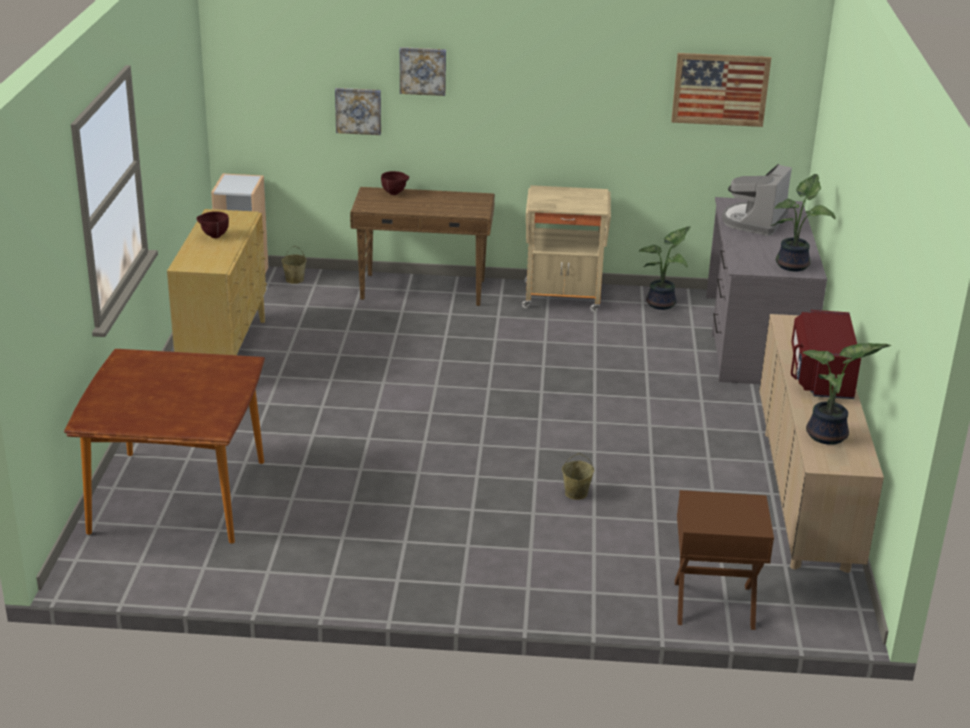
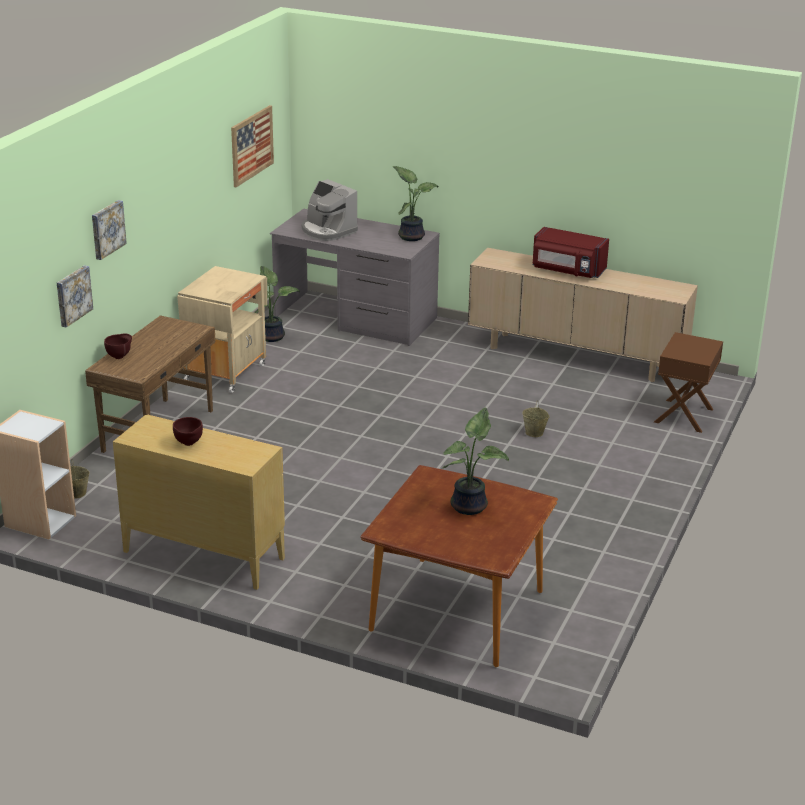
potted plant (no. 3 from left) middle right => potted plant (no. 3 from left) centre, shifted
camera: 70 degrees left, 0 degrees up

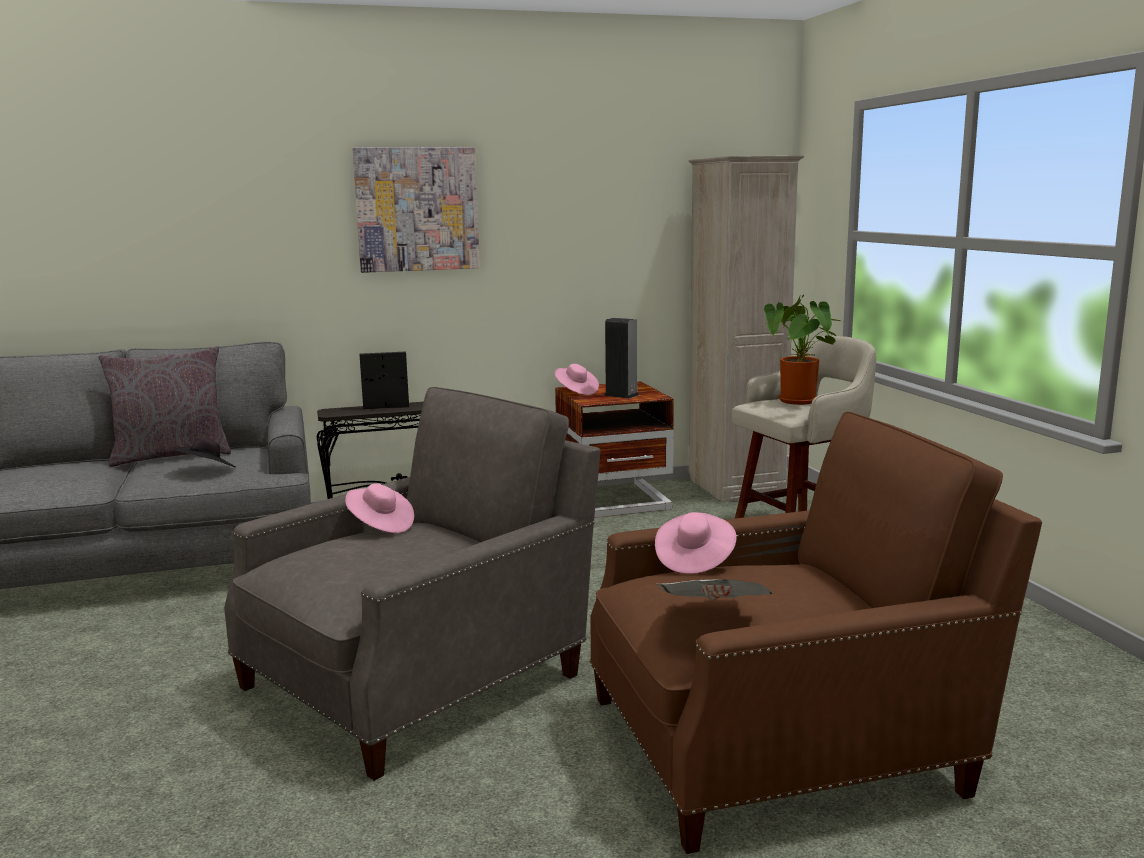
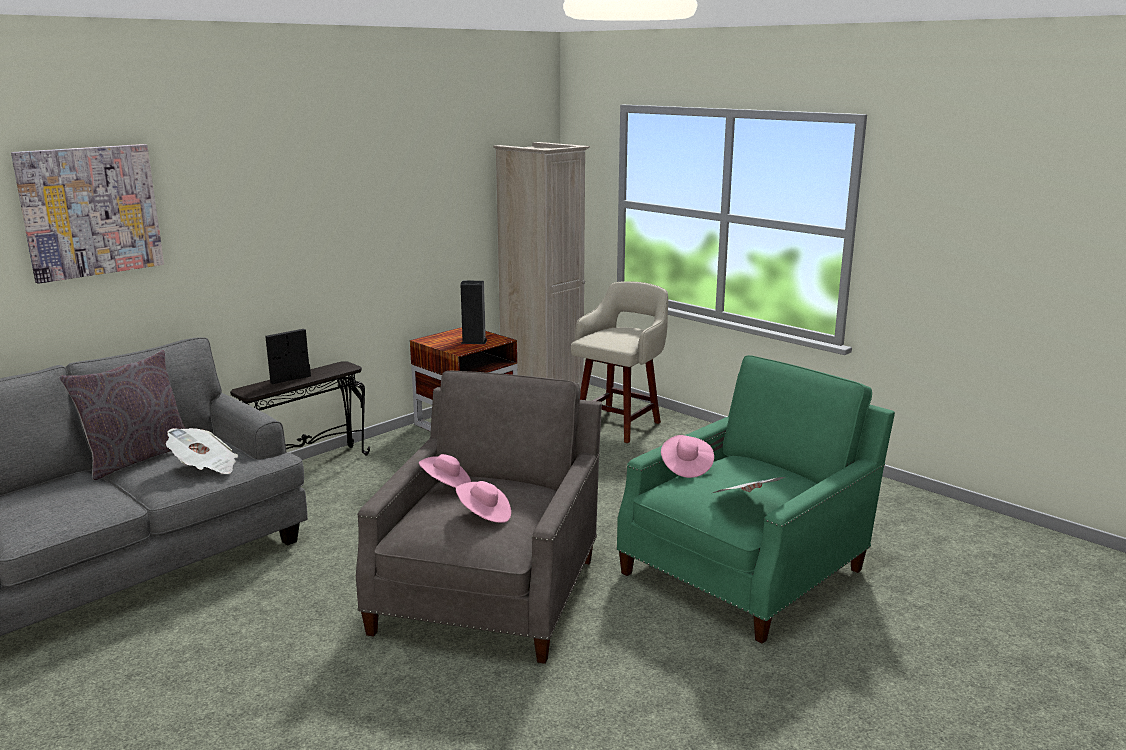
potted plant middle right => nothing
picture top centre => picture top left, shifted
hat in pink (no. 2 from left) centre => hat in pink (no. 2 from left) bottom centre, shifted
hat in black middle left => newspaper (no. 1 from left) middle left
armchair in brown bottom right => armchair in green middle right
camera: 30 degrees left, 5 degrees up

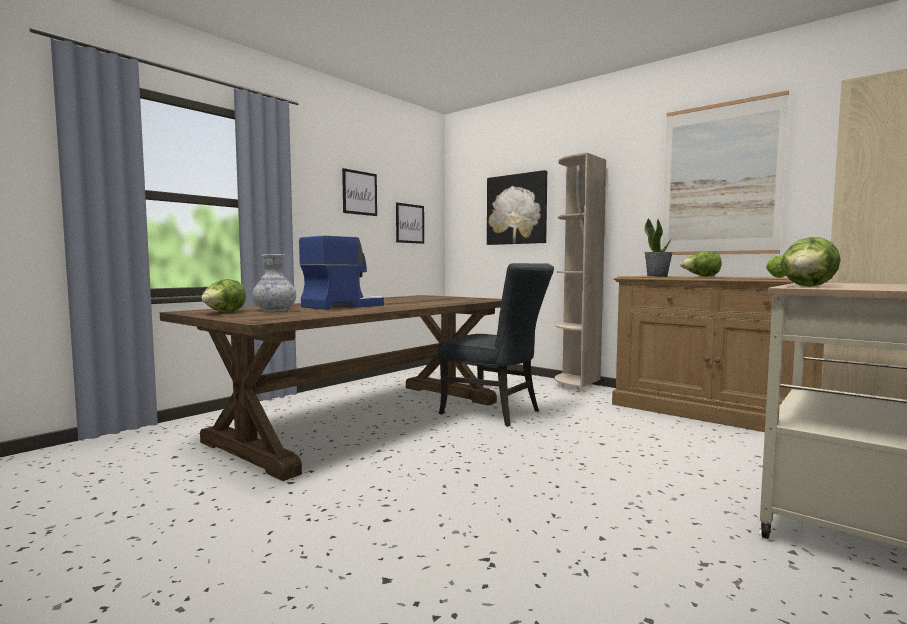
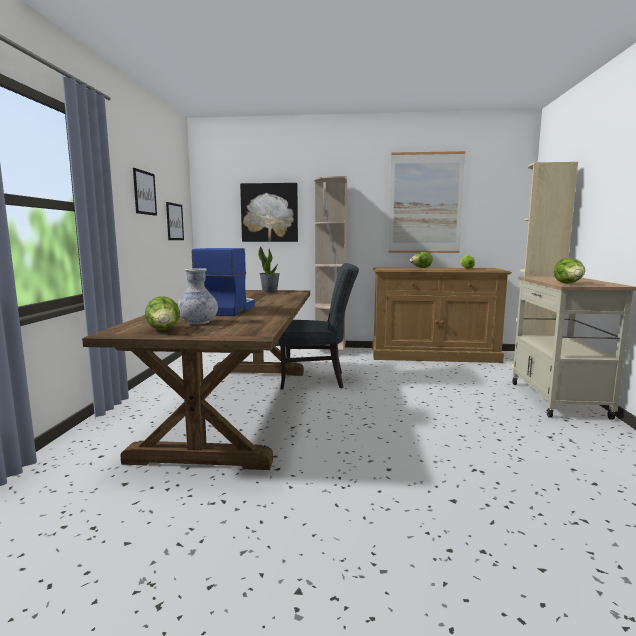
potted plant middle right => potted plant centre, shifted
camera: 35 degrees left, 5 degrees up

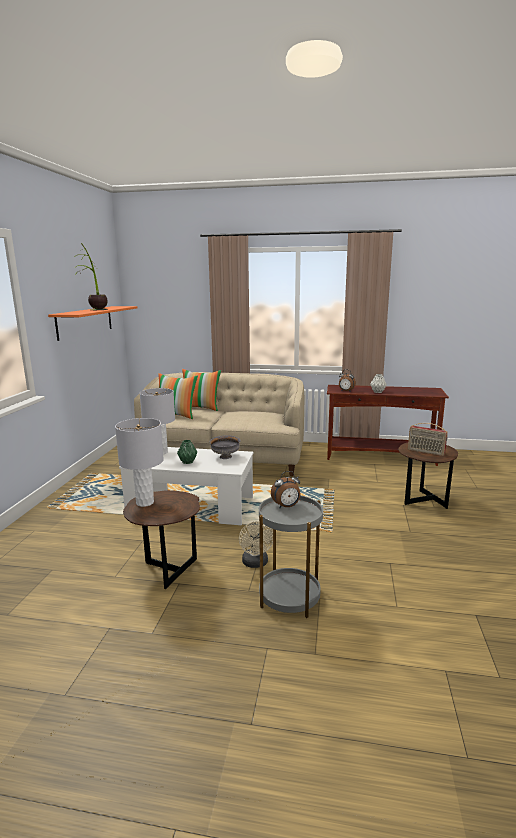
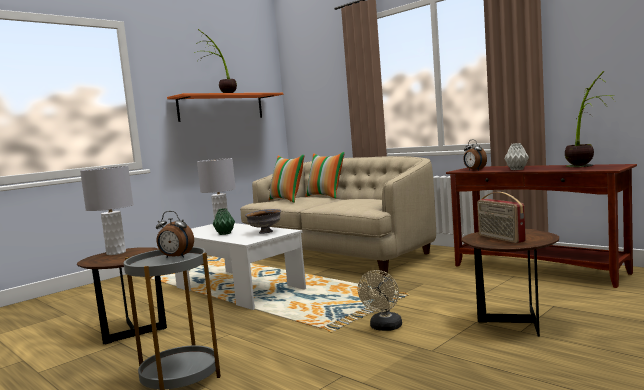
nothing => potted plant (no. 2 from left) top right
fan in beige centre => fan in beige bottom centre, shifted
camera: 35 degrees right, 10 degrees down

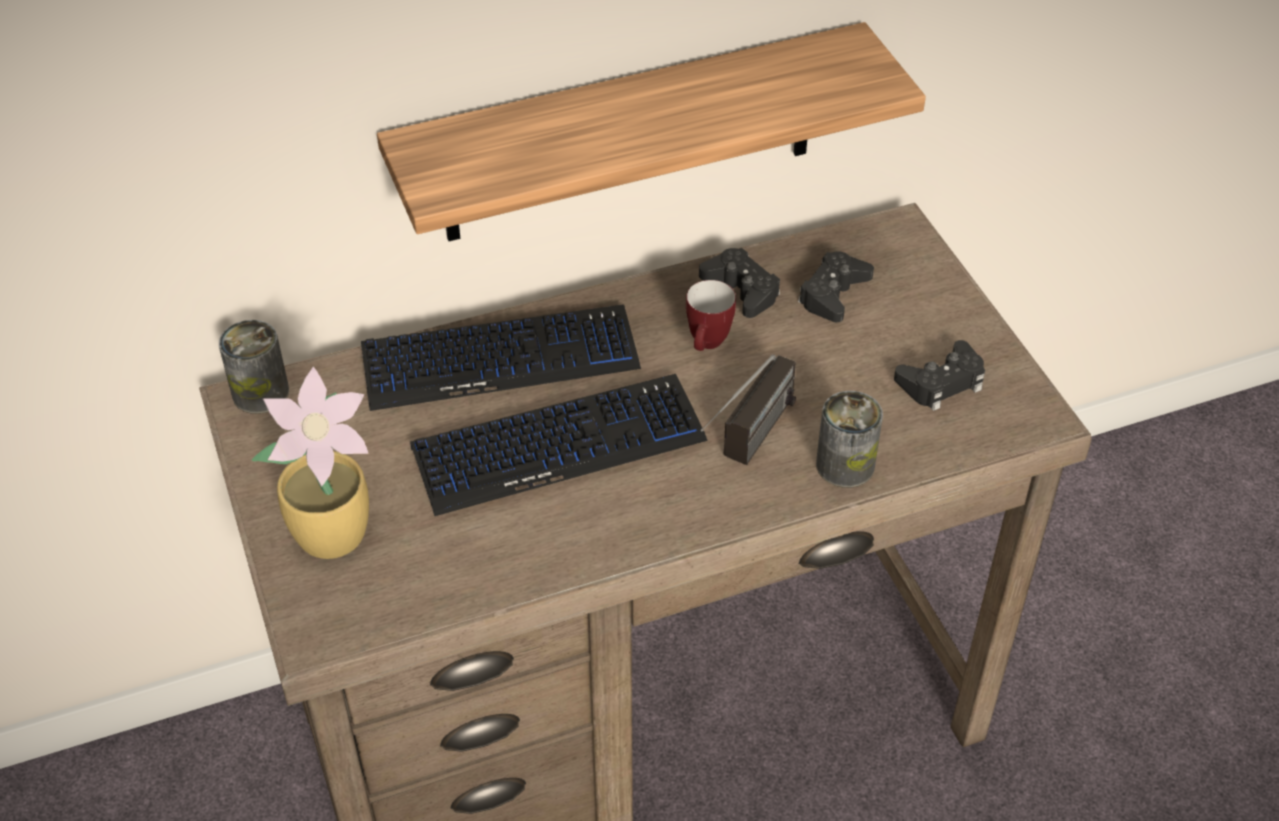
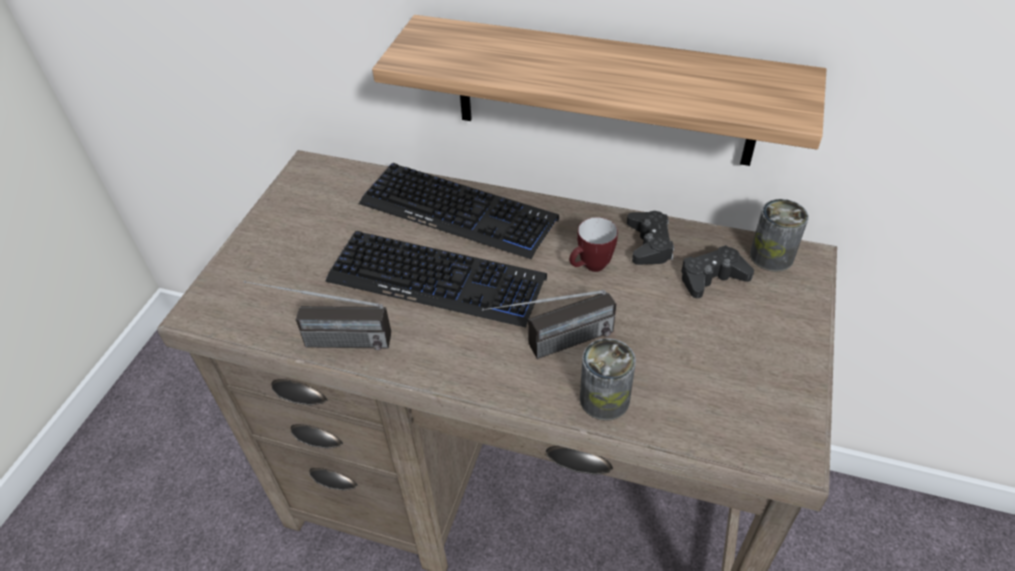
potted plant middle left => nothing
game controller in black (no. 3 from left) middle right => nothing
nothing => radio (no. 1 from left) middle left
can (no. 1 from left in the first image) middle left => can (no. 2 from left) middle right, shifted
camera: 40 degrees right, 0 degrees up

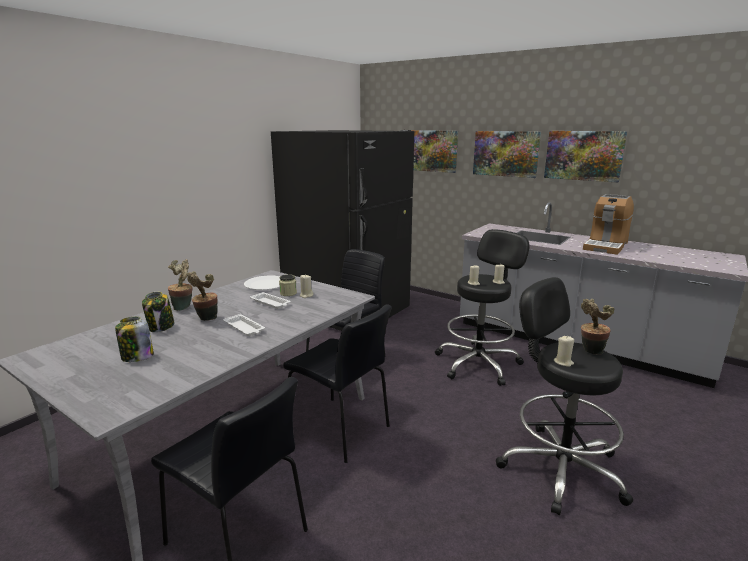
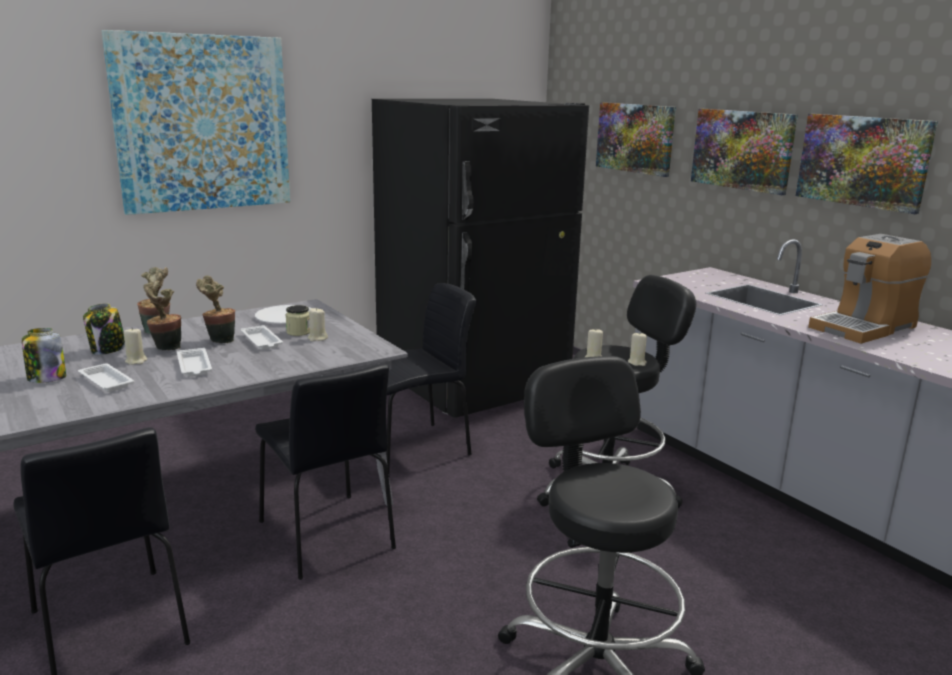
nothing => tray in white (no. 1 from left) middle left
nothing => picture (no. 1 from left) top left
candle in beige (no. 4 from left in the first image) middle right => candle in beige (no. 1 from left) middle left, shifted
potted plant (no. 3 from left) middle right => potted plant (no. 3 from left) middle left, shifted
camera: 20 degrees right, 0 degrees up

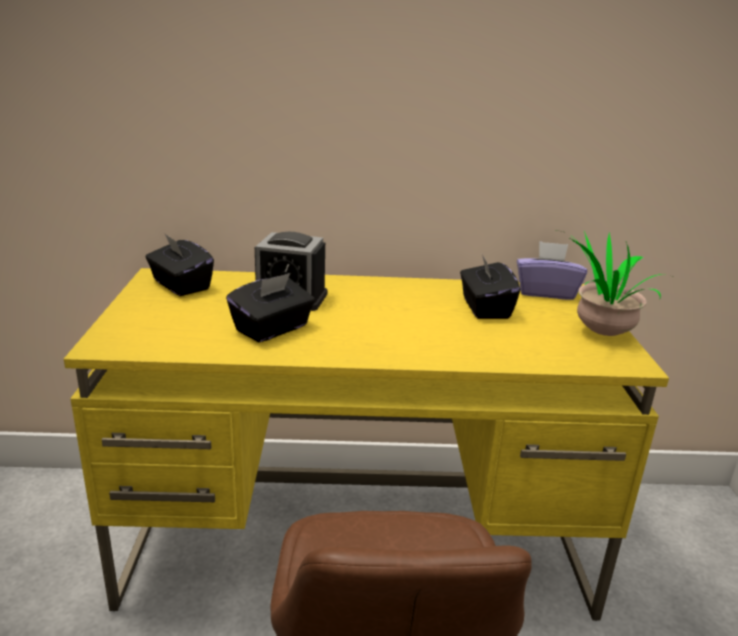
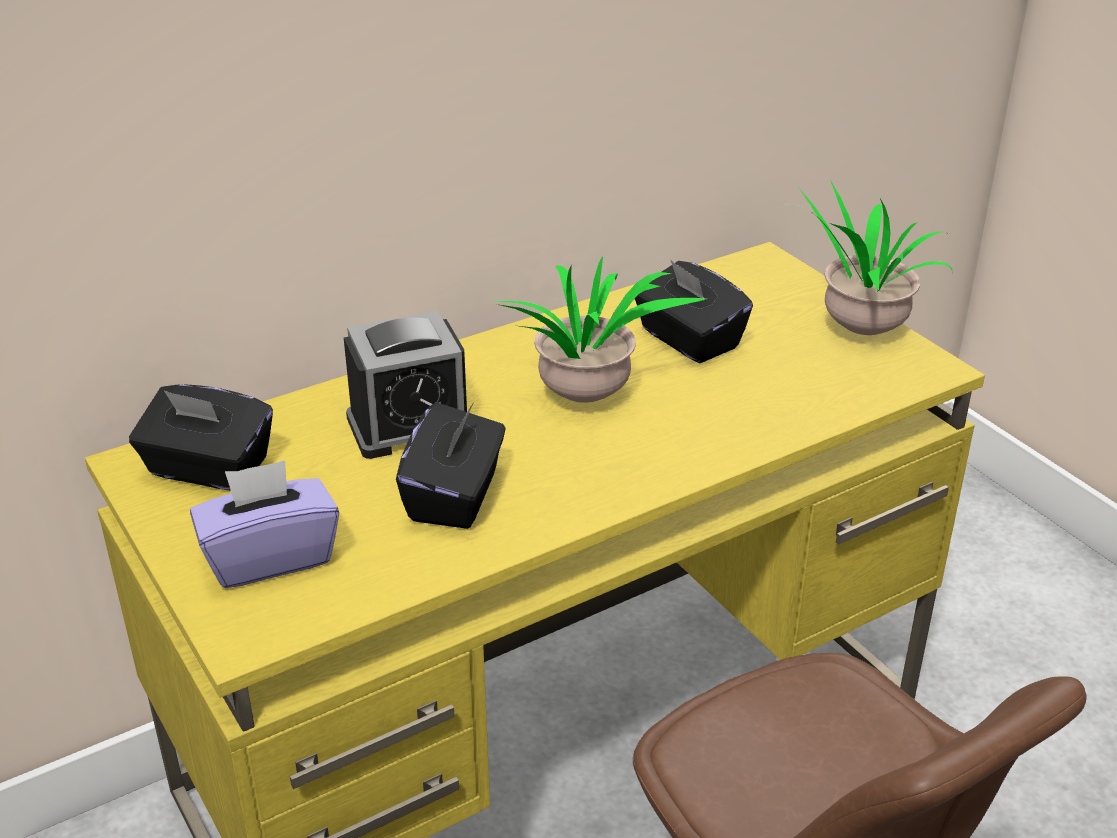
nothing => potted plant (no. 1 from left) centre
tissue box in purple middle right => tissue box in purple middle left, shifted
camera: 30 degrees left, 10 degrees up

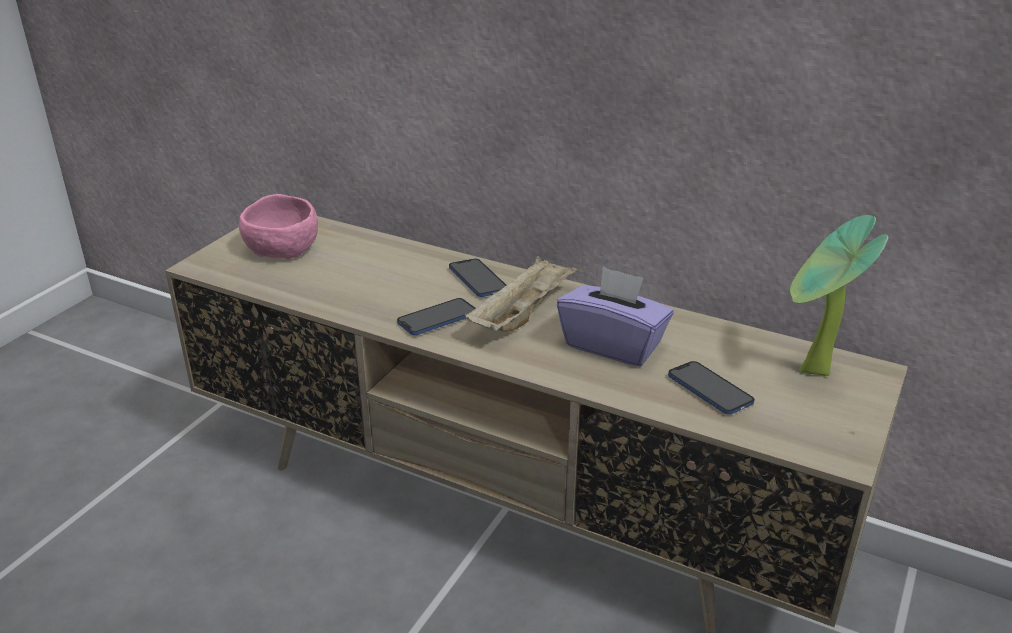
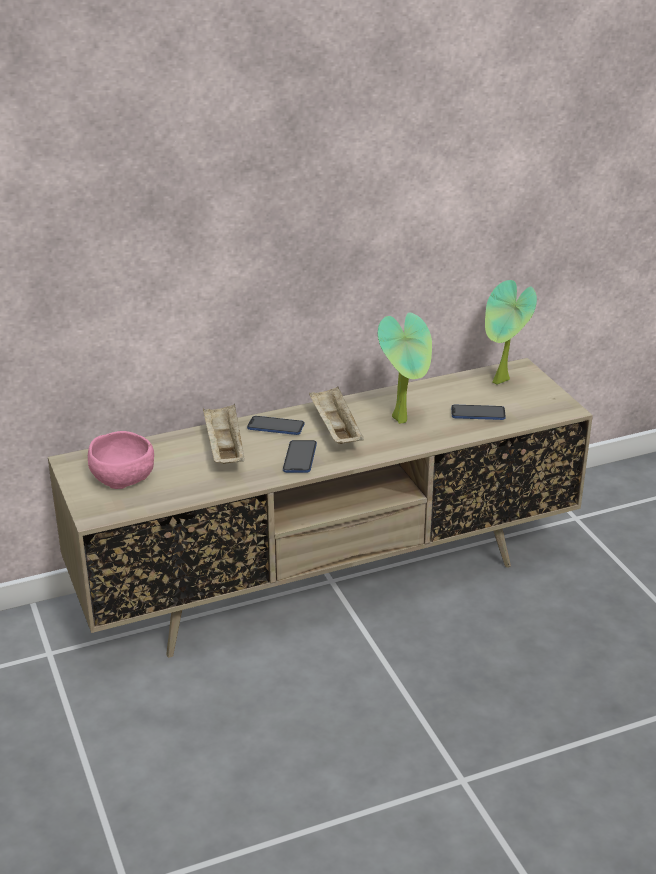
nothing => tray in beige (no. 1 from left) centre
tissue box in purple centre => potted plant (no. 1 from left) centre
camera: 50 degrees left, 0 degrees up

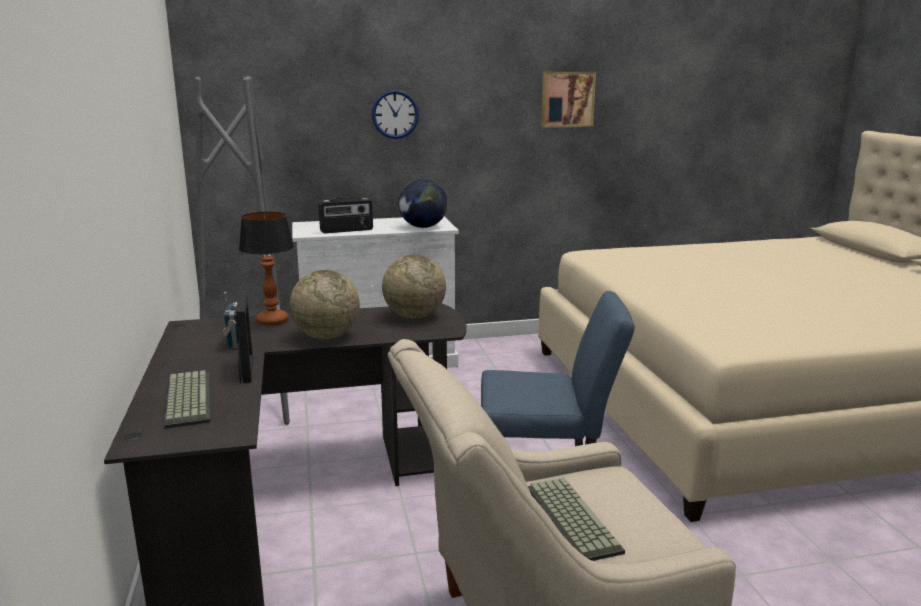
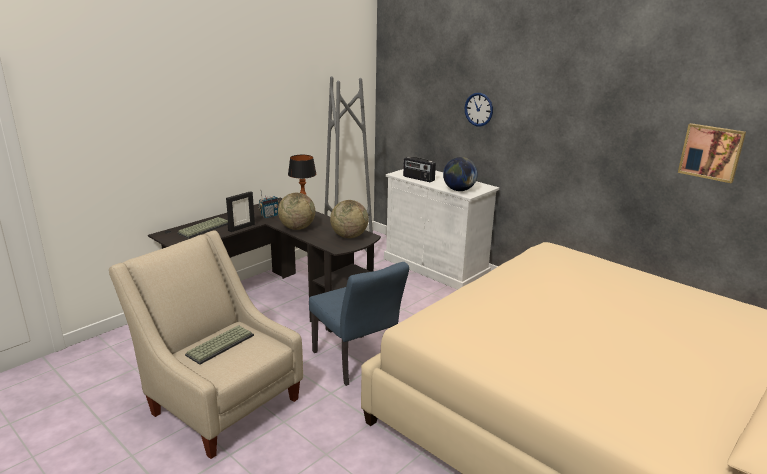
picture top centre => picture top right, shifted
camera: 55 degrees right, 5 degrees up

